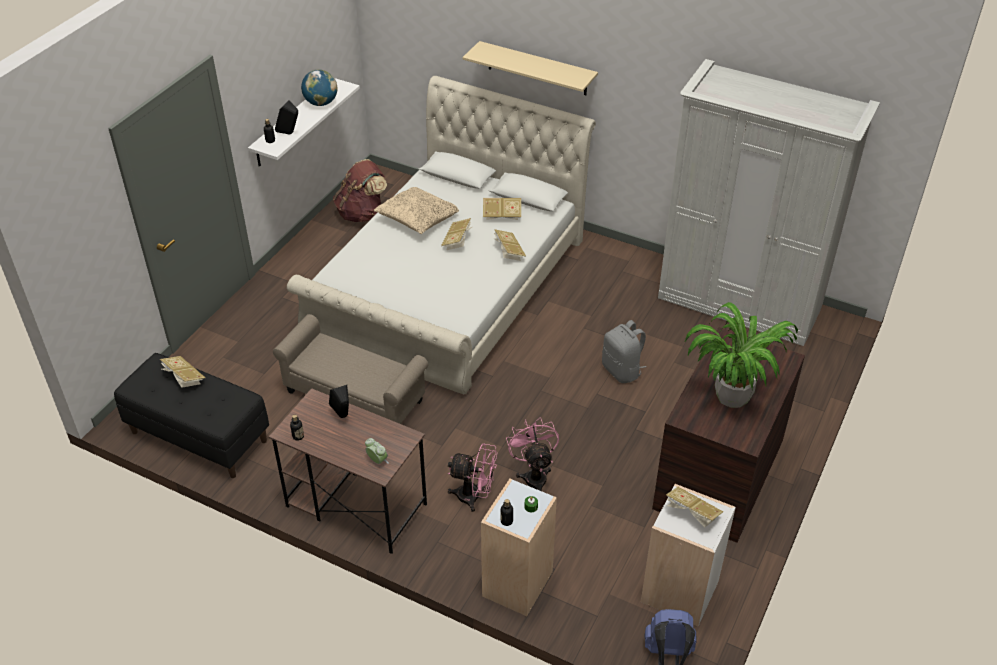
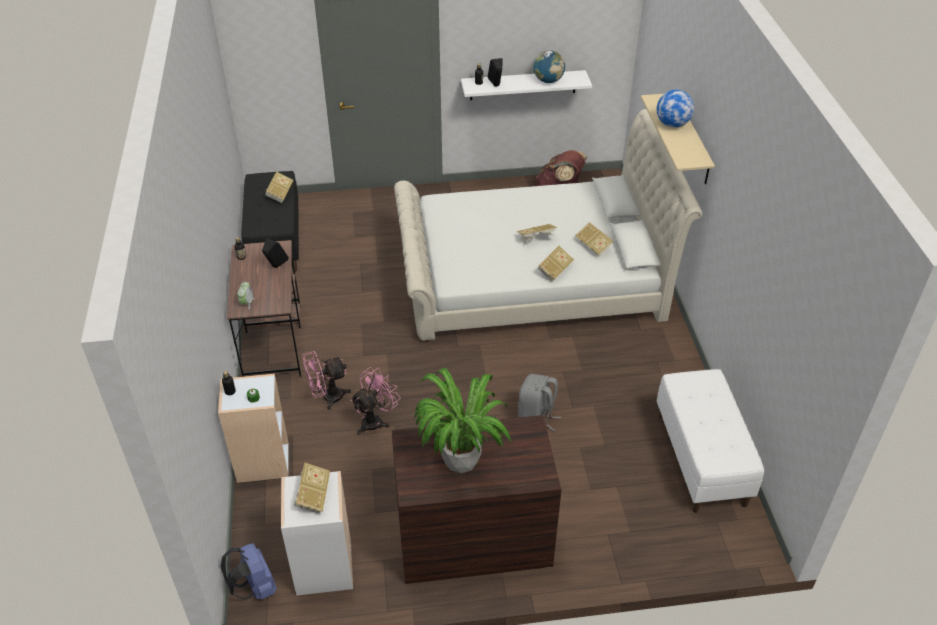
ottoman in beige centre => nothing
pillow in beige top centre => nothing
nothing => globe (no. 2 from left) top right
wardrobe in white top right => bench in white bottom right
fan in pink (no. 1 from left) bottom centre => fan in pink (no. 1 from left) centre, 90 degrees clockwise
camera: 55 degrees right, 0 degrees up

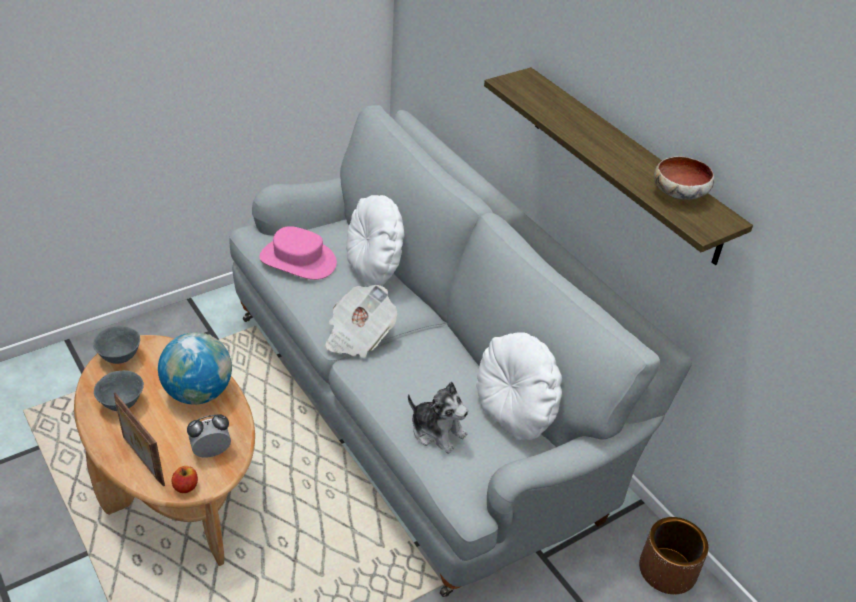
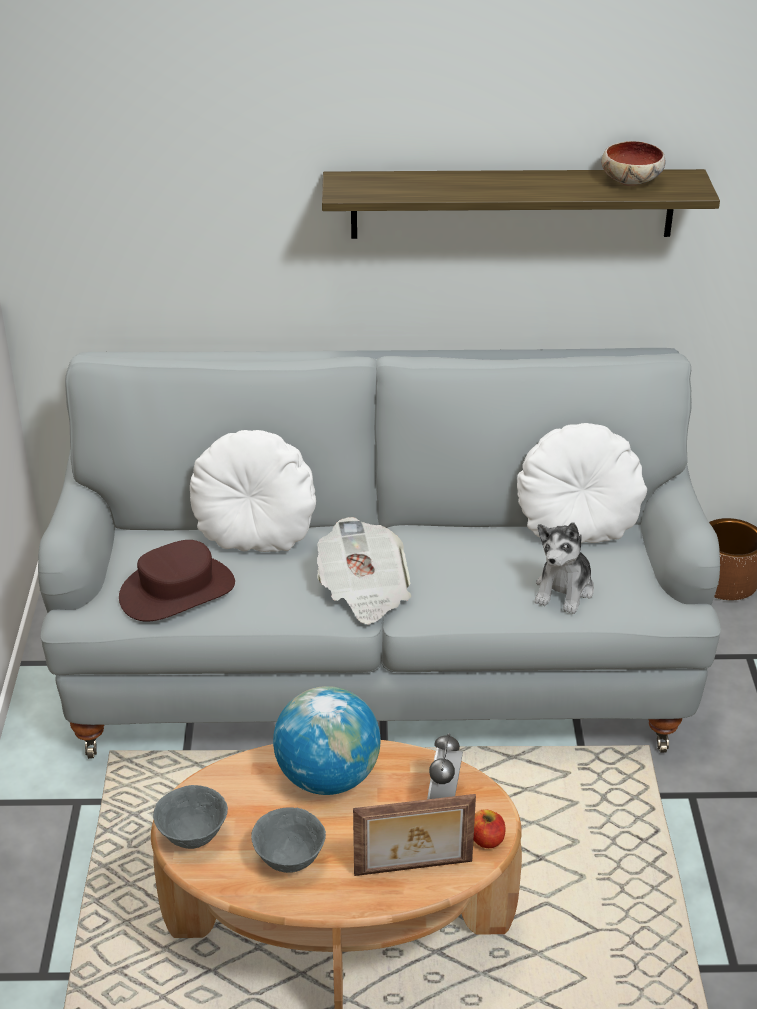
hat in pink centre => hat in brown middle left
plush toy bottom centre => plush toy middle right, 135 degrees clockwise
camera: 55 degrees left, 5 degrees down

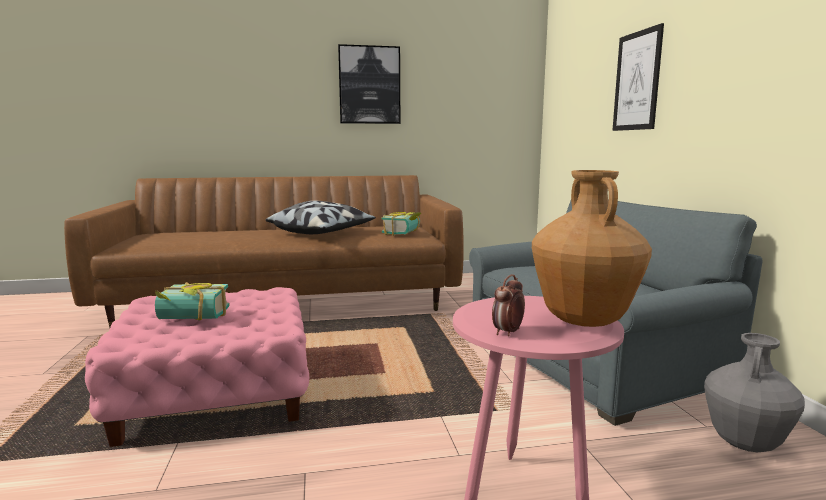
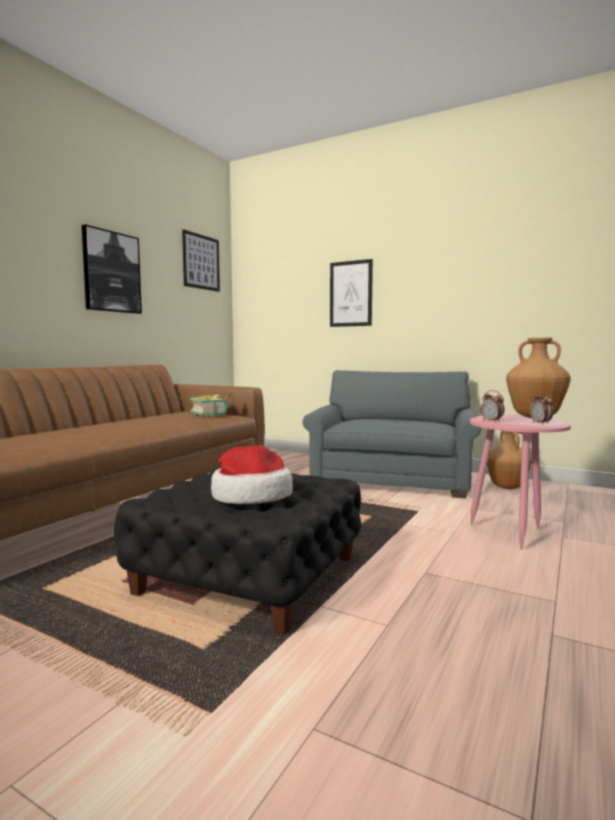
pillow centre => nothing
nothing => picture (no. 2 from left) top left
nothing => alarm clock (no. 1 from left) middle right
book (no. 1 from left) middle left => hat centre
ottoman in pink bottom left => ottoman in black bottom centre
vase in grey bottom right => vase in brown (no. 1 from left) middle right
camera: 50 degrees left, 5 degrees down

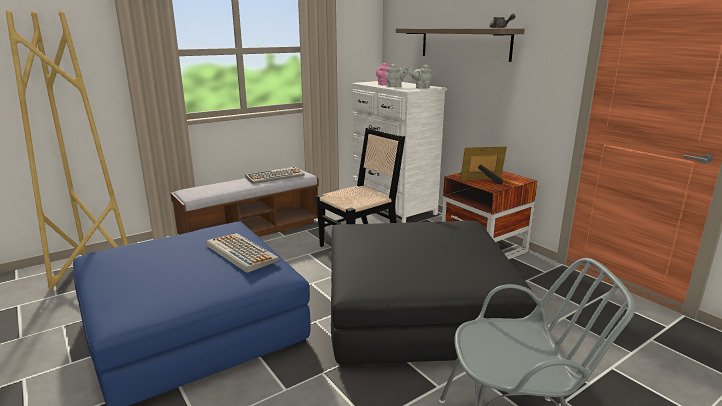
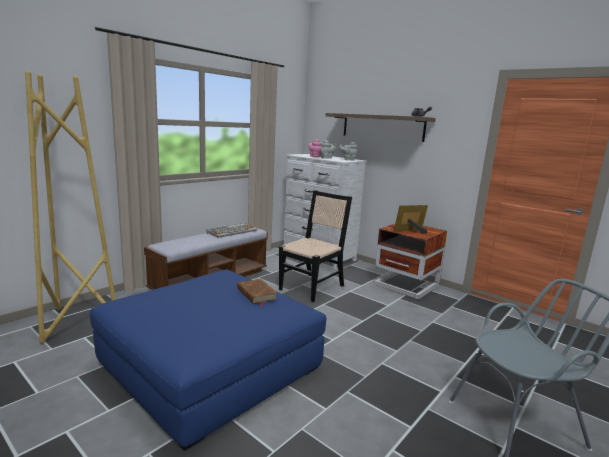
ottoman in black bottom centre => nothing
keyboard (no. 1 from left) centre => book in brown centre
camera: 15 degrees left, 5 degrees down

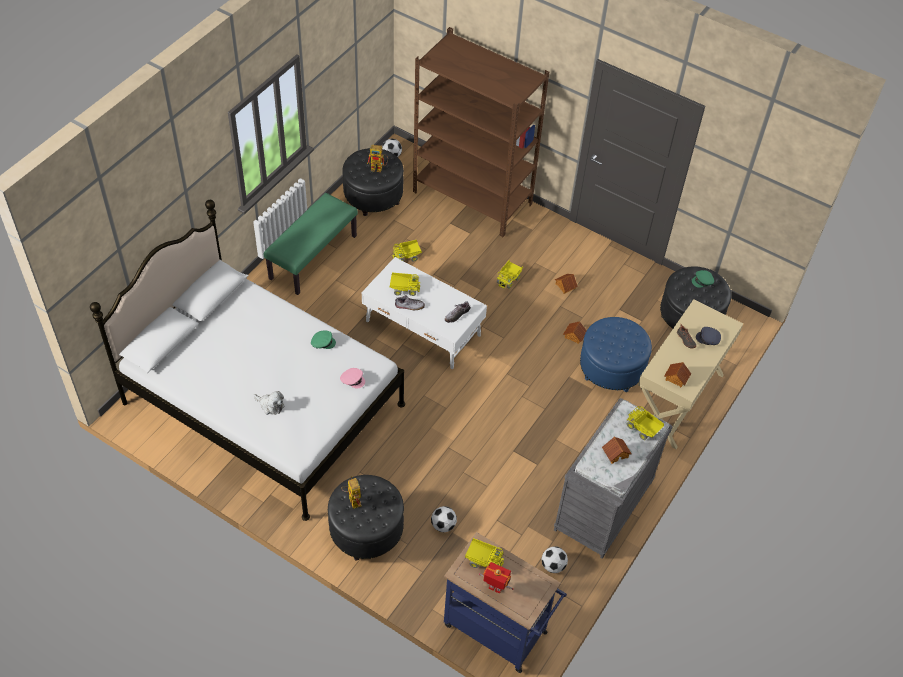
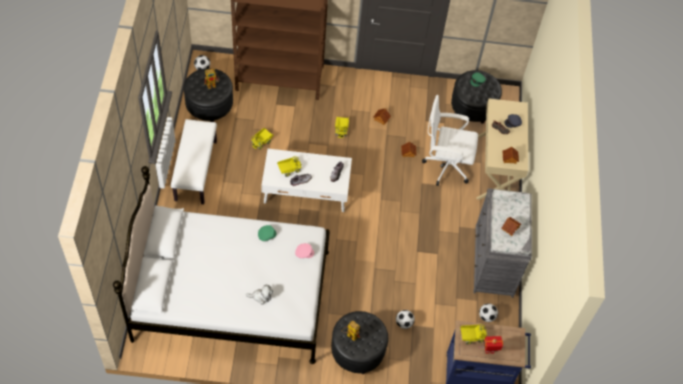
toy truck (no. 5 from left) middle right => nothing
ottoman in blue middle right => office chair in white centre
bench in green centre => bench in white middle left
camera: 30 degrees left, 5 degrees up

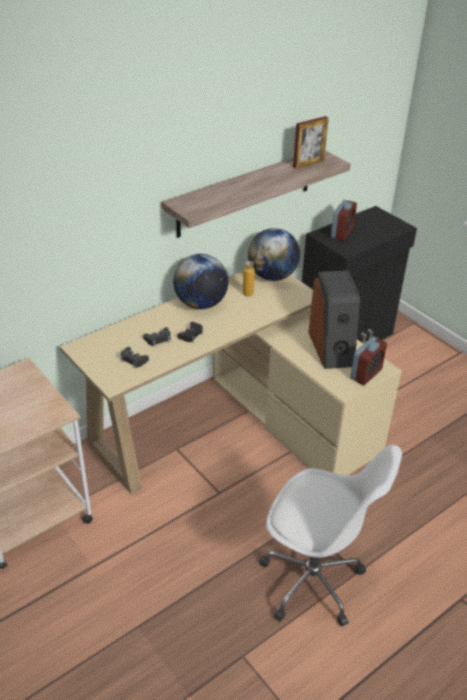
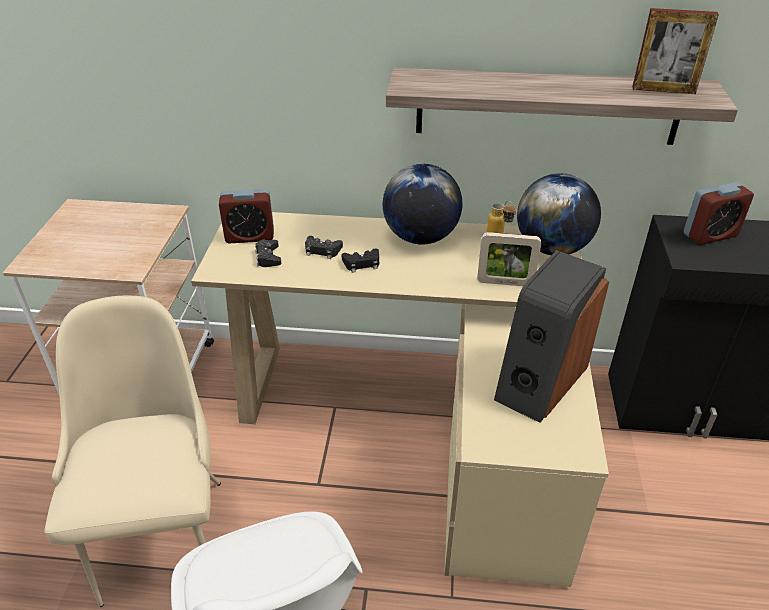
nothing => chair in beige bottom left
nothing => picture frame (no. 1 from left) centre
alarm clock (no. 2 from left in the first image) middle right => alarm clock (no. 1 from left) middle left, shifted
camera: 45 degrees right, 0 degrees up

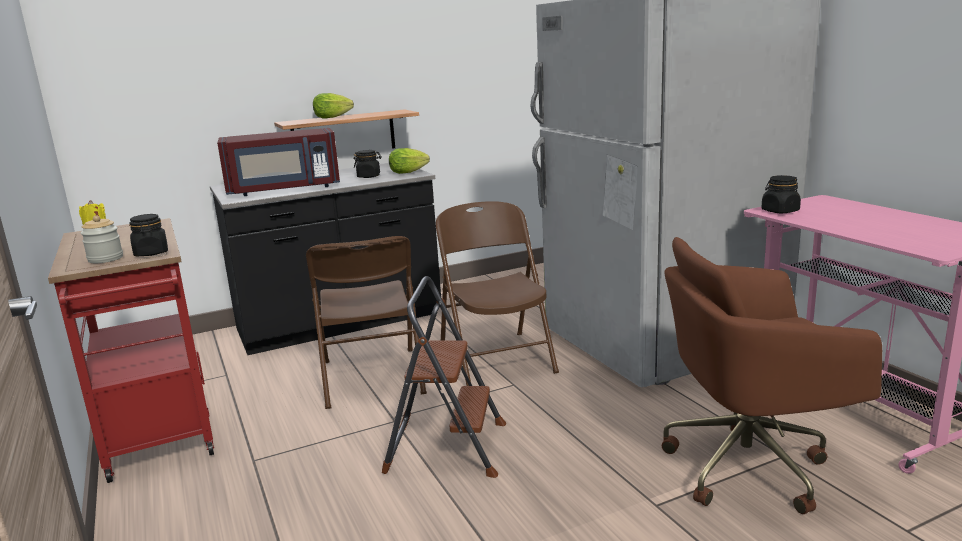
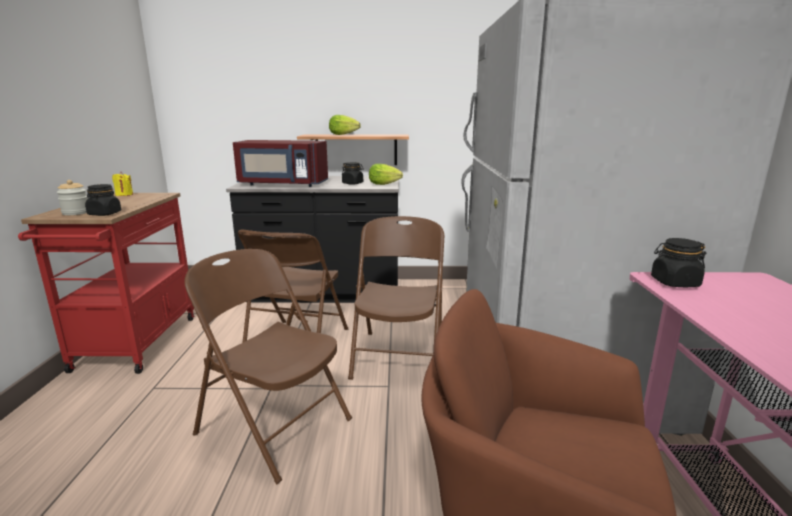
step ladder in brown bottom centre => chair in brown (no. 1 from left) bottom centre
camera: 25 degrees right, 0 degrees up

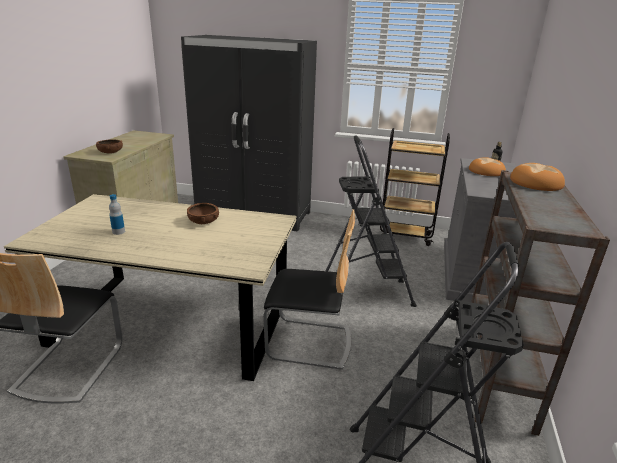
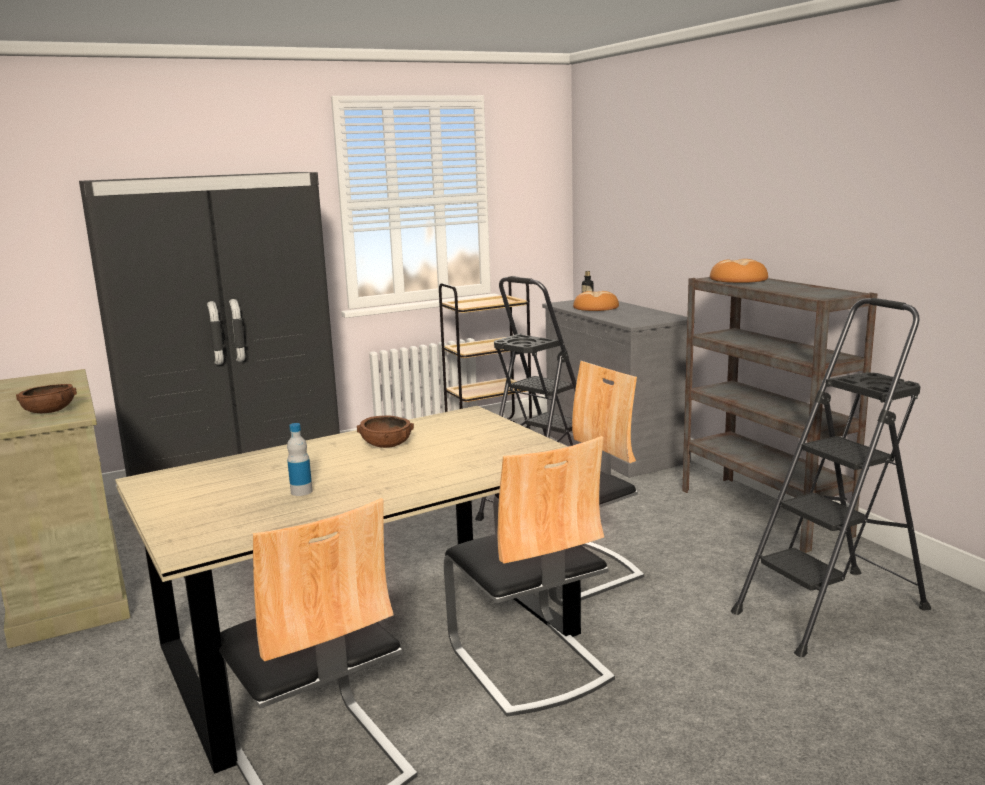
nothing => chair (no. 2 from left) bottom centre
camera: 40 degrees left, 10 degrees down

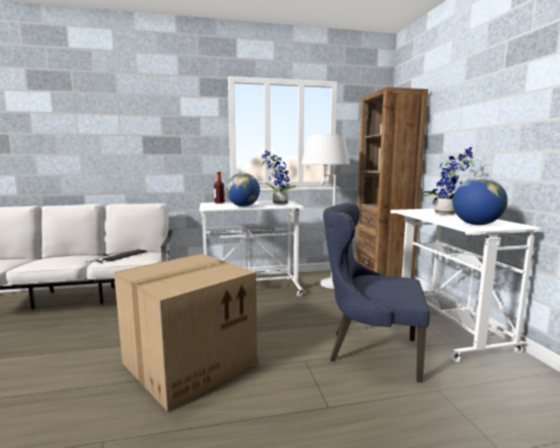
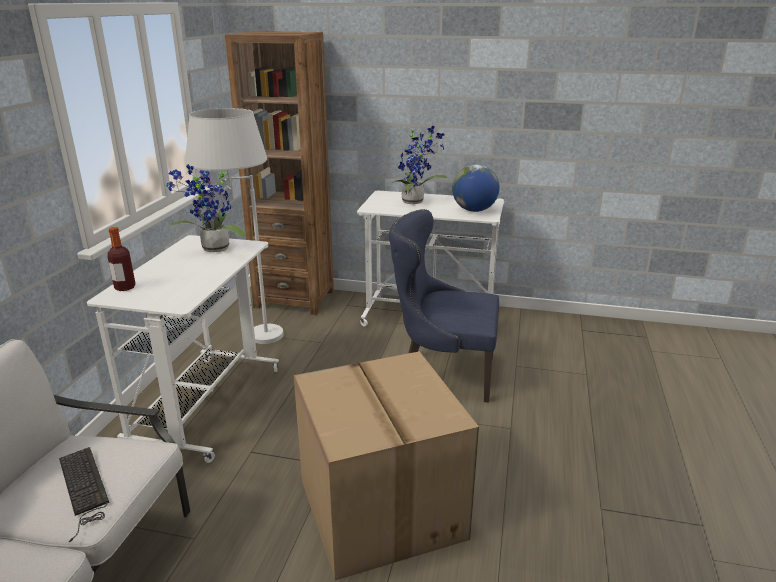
globe (no. 1 from left) centre => nothing
chair in blue middle right => chair in blue centre, 60 degrees clockwise
camera: 65 degrees left, 15 degrees up

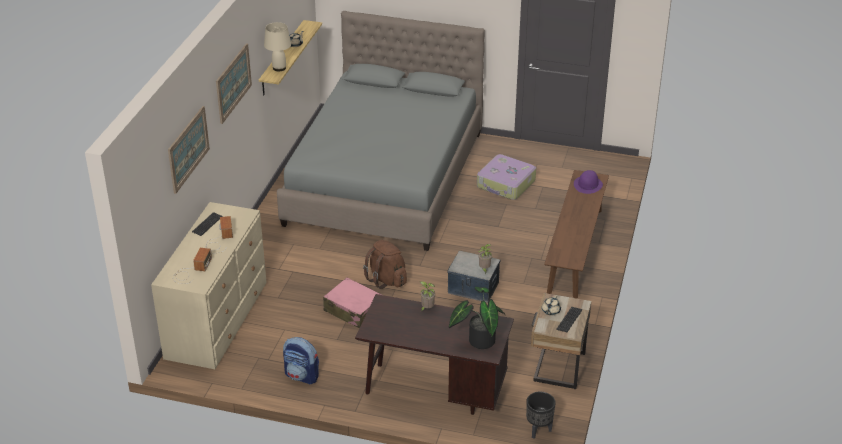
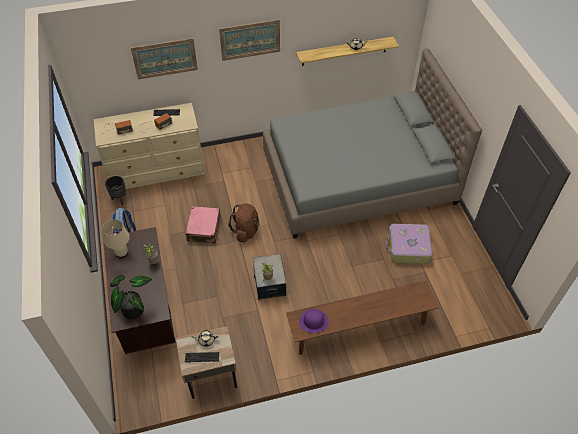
table lamp in beige top left => table lamp in beige middle left, shifted
planter in black bottom centre => planter in black middle left, shifted
hat in purple middle right => hat in purple bottom centre, shifted
camera: 60 degrees right, 15 degrees up

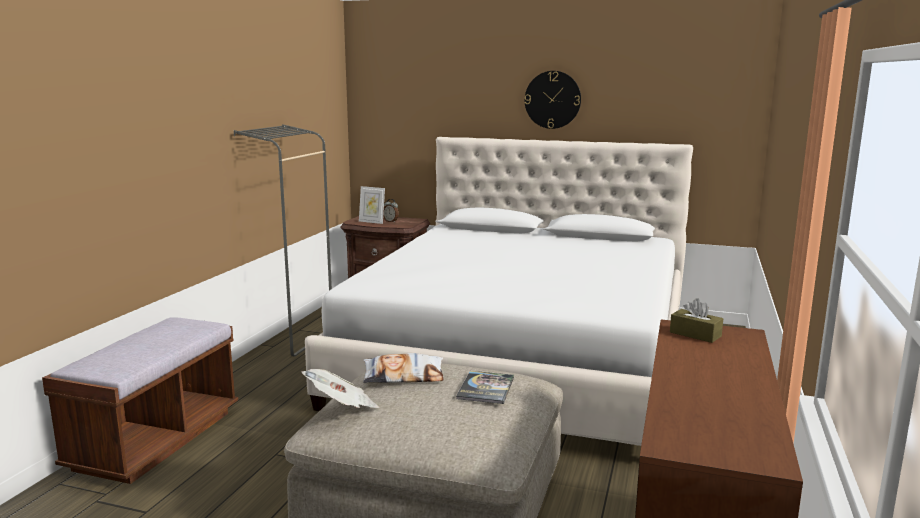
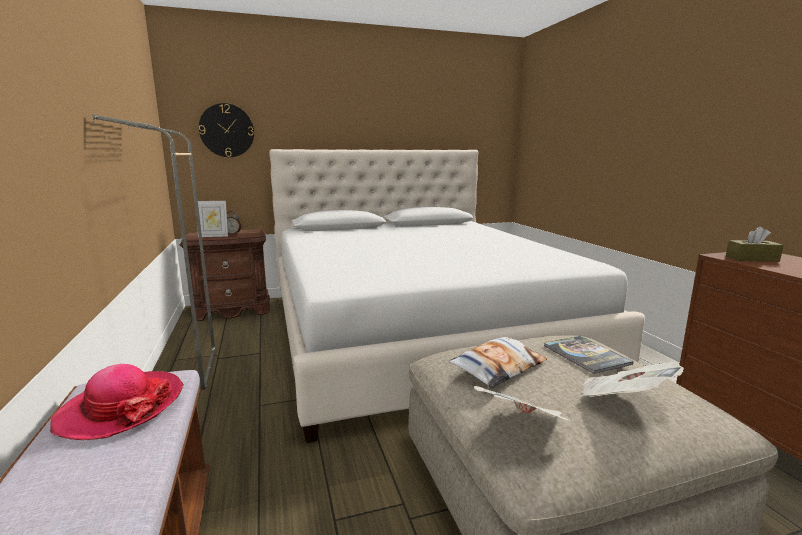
nothing => hat bottom left
nothing => newspaper (no. 2 from left) bottom right
wall clock top centre => wall clock top left, shifted
camera: 35 degrees left, 0 degrees up

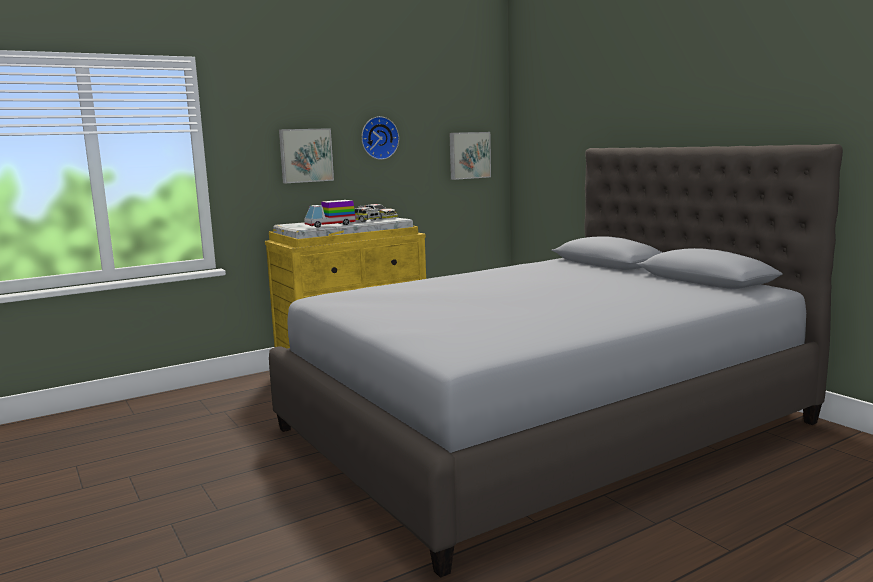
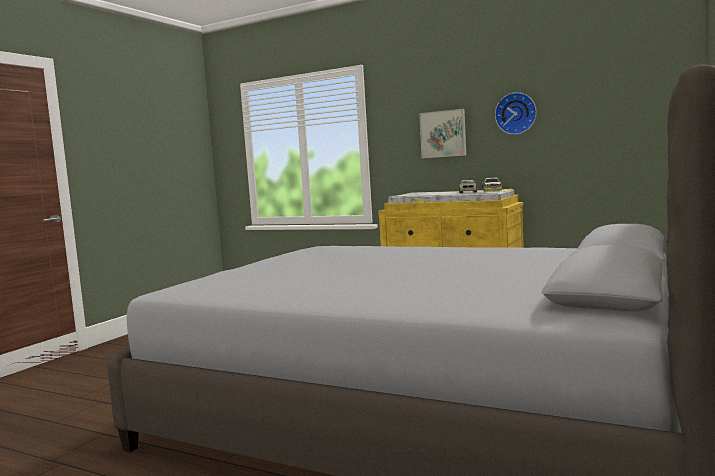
toy truck centre => nothing
picture (no. 2 from left) top centre => nothing
camera: 60 degrees right, 5 degrees down

